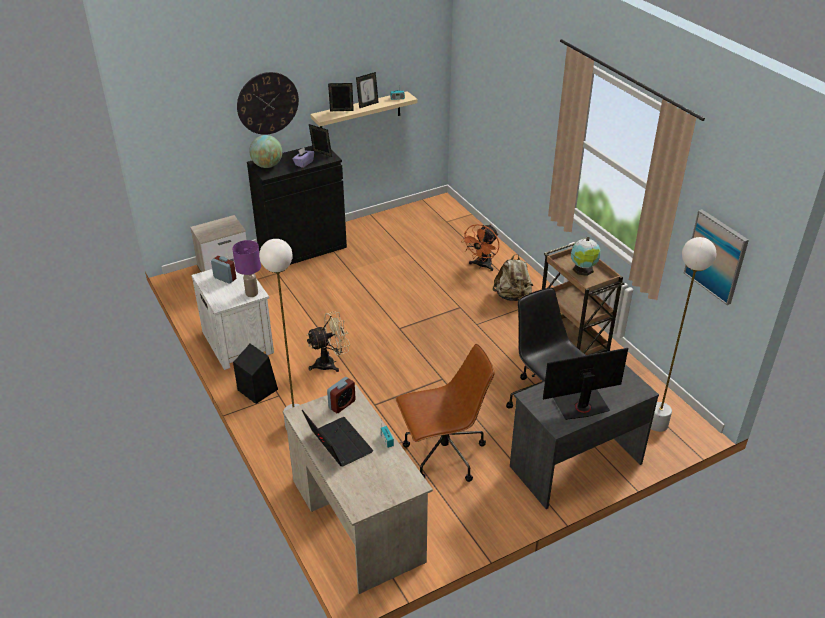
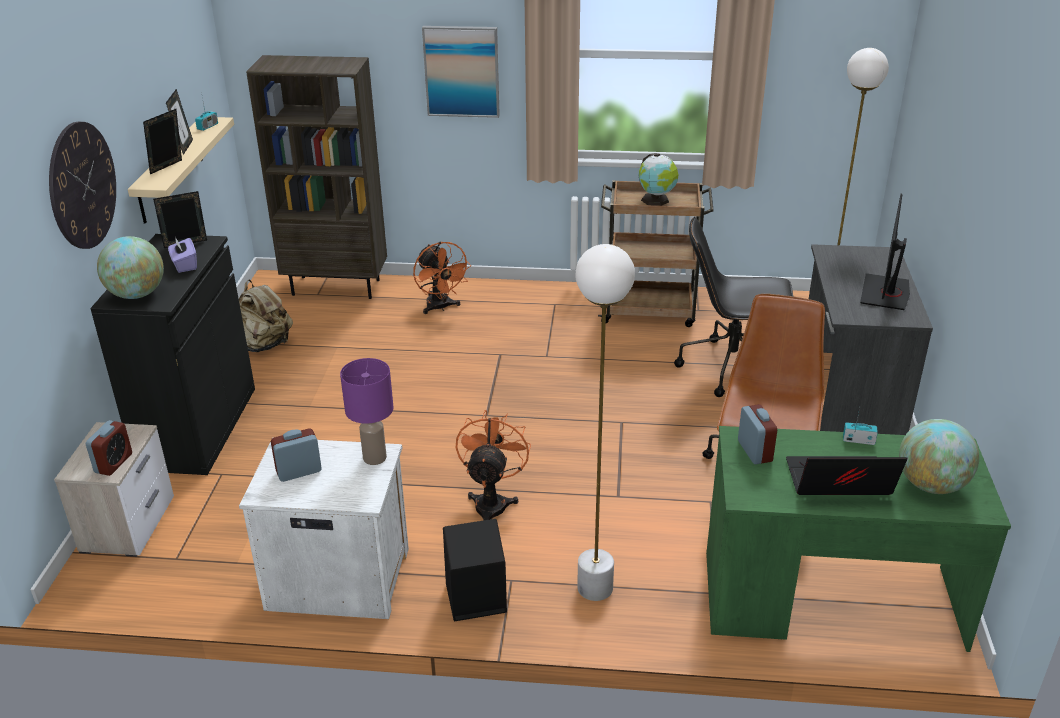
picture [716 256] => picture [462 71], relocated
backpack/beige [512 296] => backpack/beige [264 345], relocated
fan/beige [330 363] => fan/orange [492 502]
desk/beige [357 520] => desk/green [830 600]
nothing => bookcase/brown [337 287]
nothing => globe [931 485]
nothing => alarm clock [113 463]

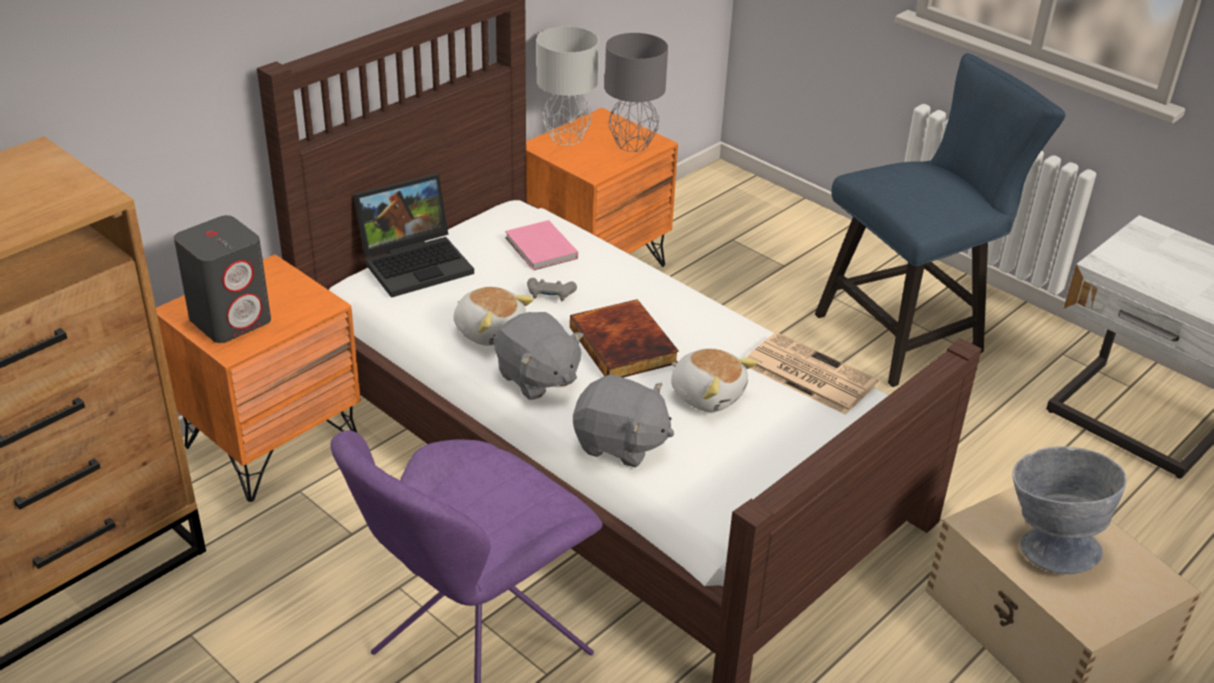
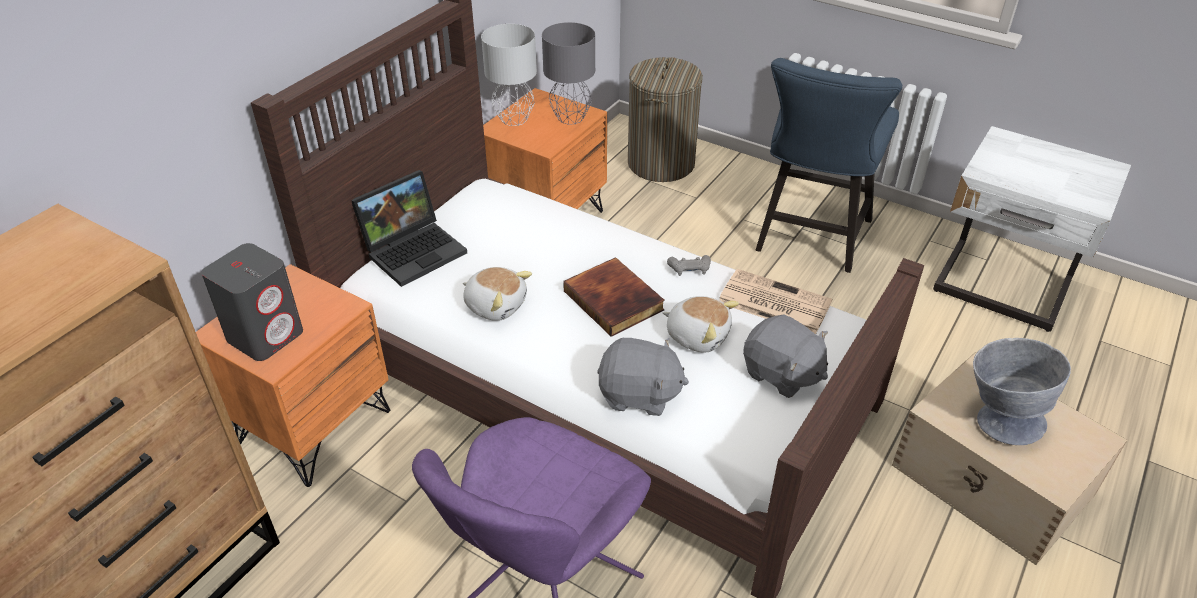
chair/blue [909 332] => chair/blue [809 240], 150 degrees clockwise
book/pink [541 249] => nothing
game controller/grey [550 295] => game controller/grey [689 269], relocated
plush toy/grey [537 378] => plush toy/grey [782 374], relocated
nothing => laundry basket [661 163]

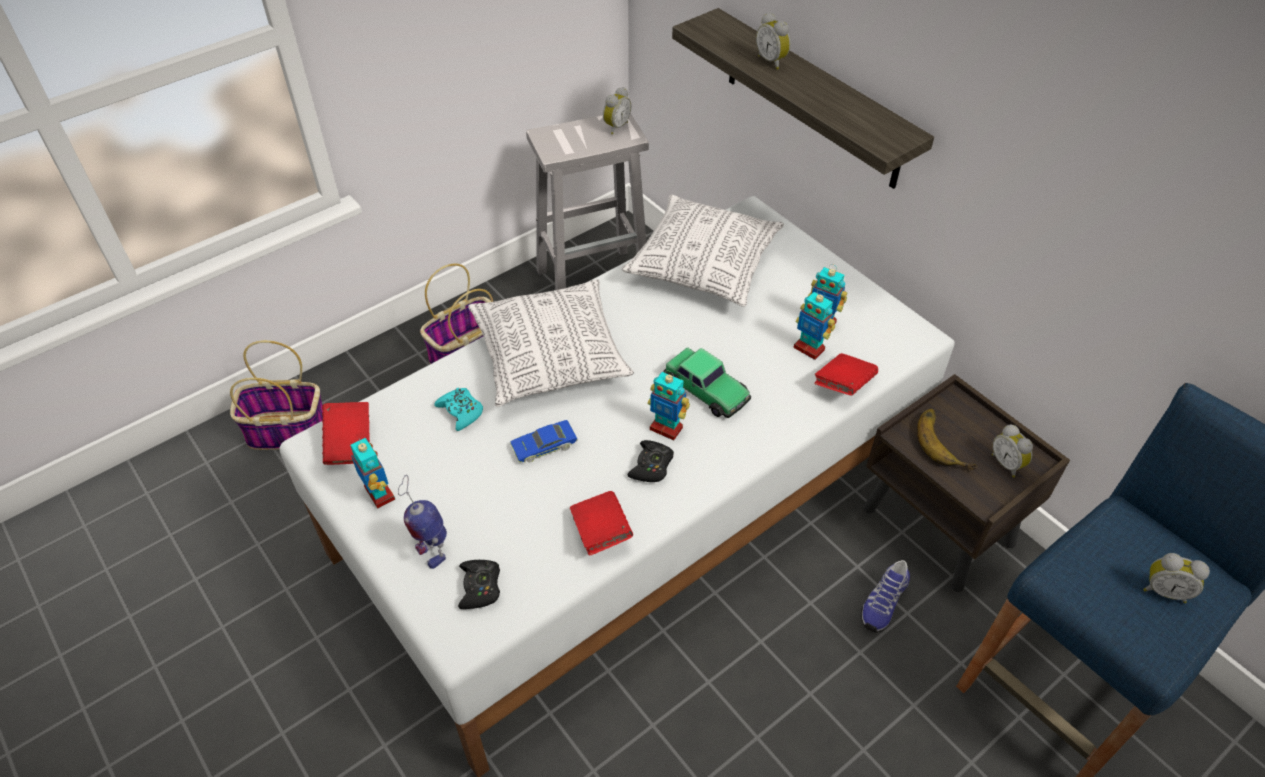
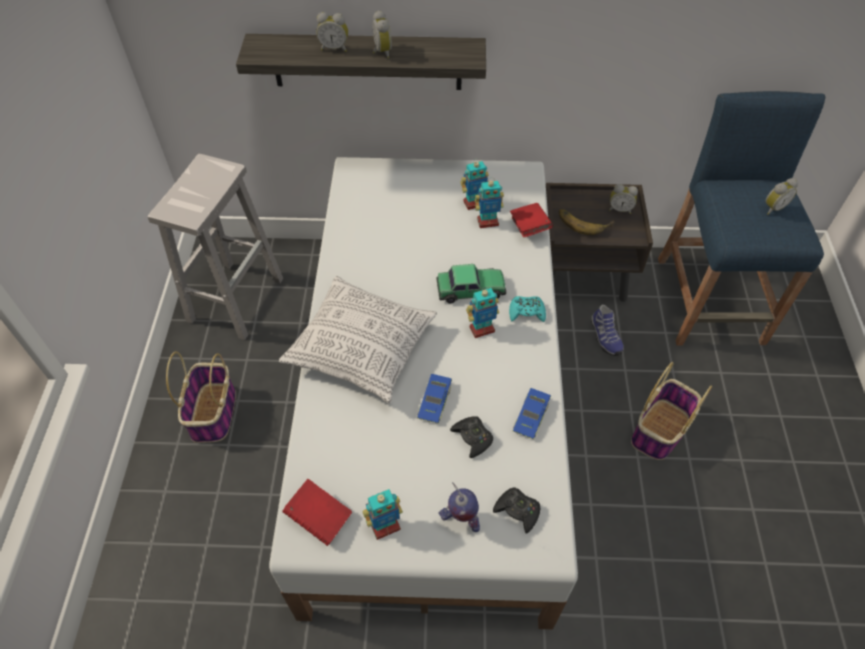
alarm clock [615 126] => alarm clock [381 52], relocated
pillow [704 265] => nothing
basket [286 432] => basket [659 431], relocated
game controller/turquoise [461 412] => game controller/turquoise [526 312], relocated
toy robot [379 494] => toy robot [385 526], 150 degrees clockwise
game controller/black [651 466] => game controller/black [472 438], relocated
book/red [601 532] => toy car/blue [531 416]

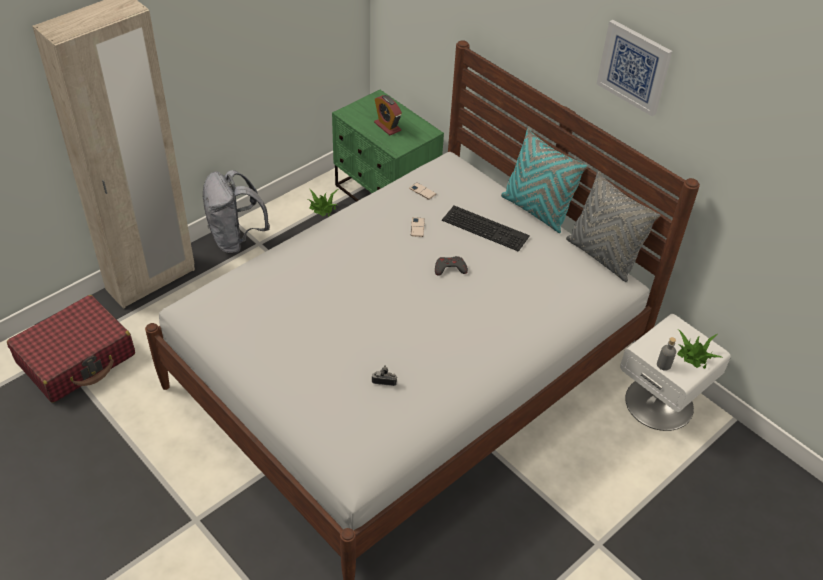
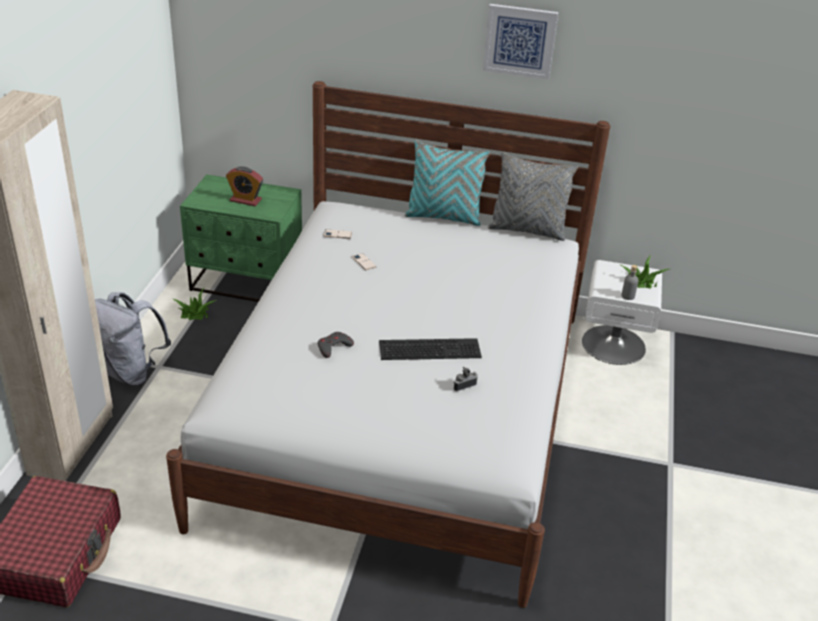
keyboard [486 227] => keyboard [430 348], relocated
game controller/grey [450 268] => game controller/grey [333 347], relocated

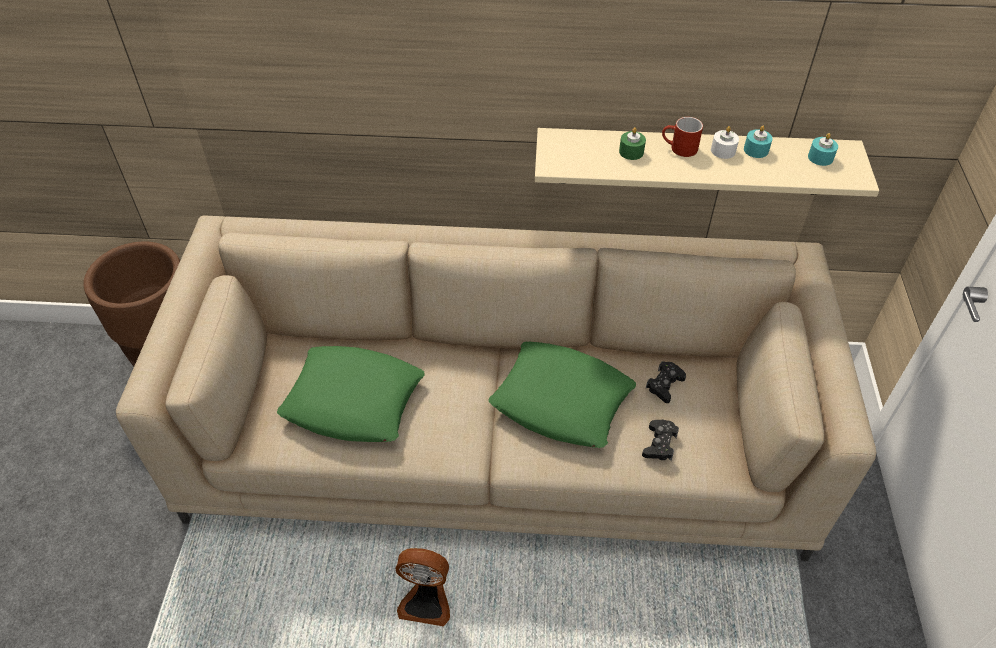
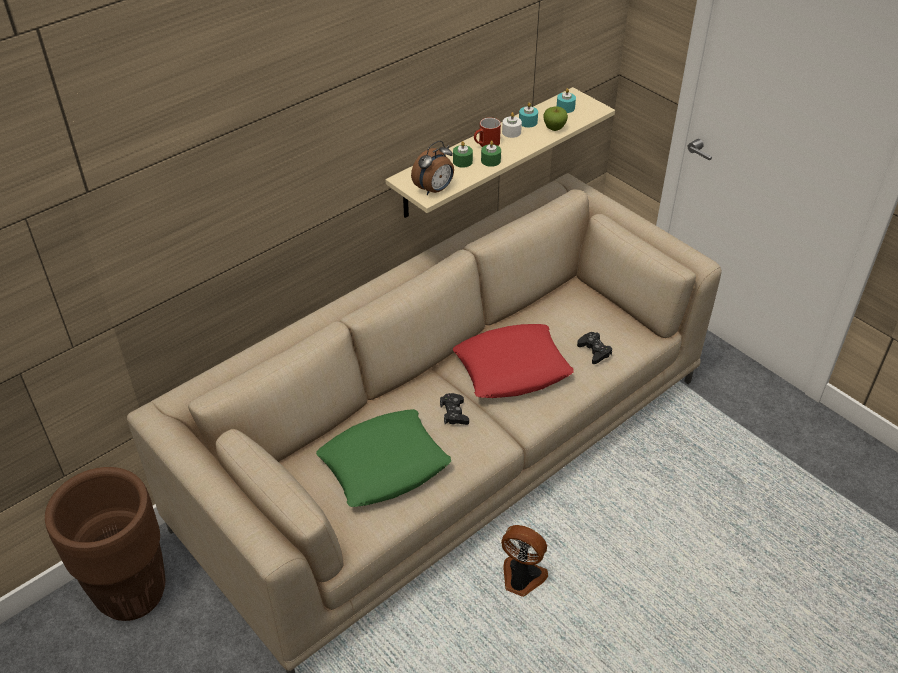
pillow/green [562 401] => pillow/red [512 368]
game controller/black [664 385] => game controller/black [454 413], relocated
fan [426 601] => fan [521 578], 120 degrees counterclockwise
nothing => apple [554 128]
nothing => candle/green [490 160]
nothing => alarm clock [434 190]

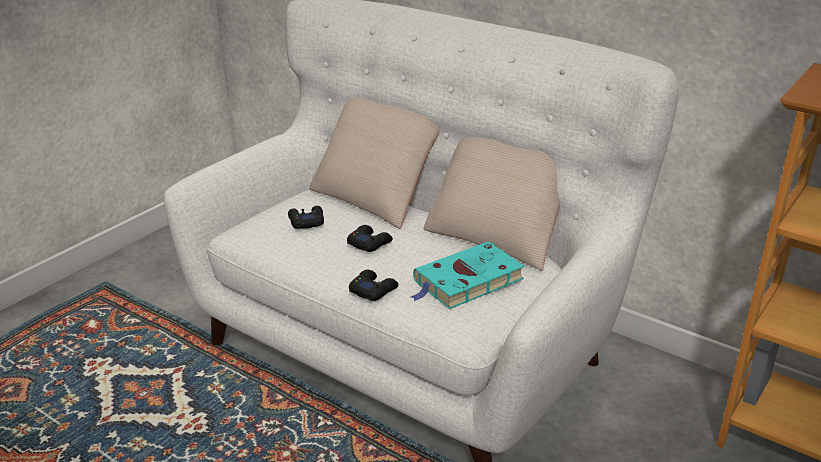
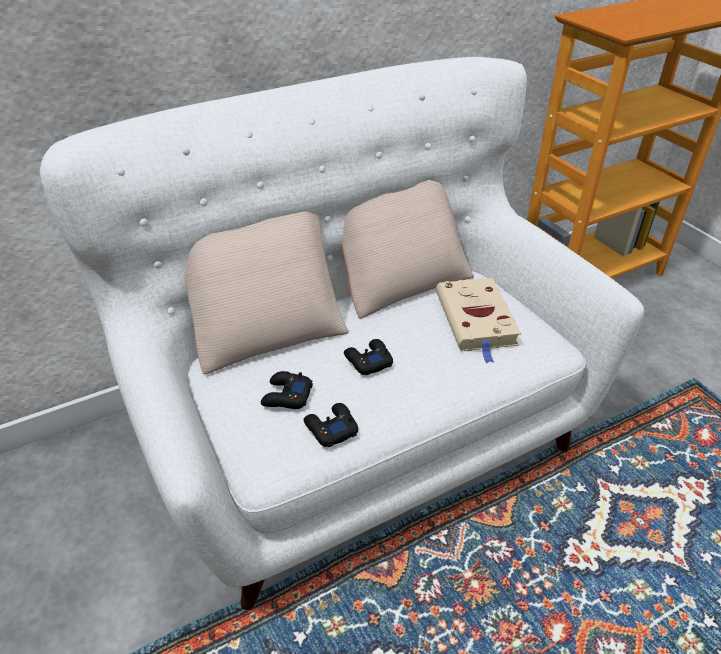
book/turquoise [466 281] => book/beige [477 321]
game controller/black [373 290] => game controller/black [330 428], relocated

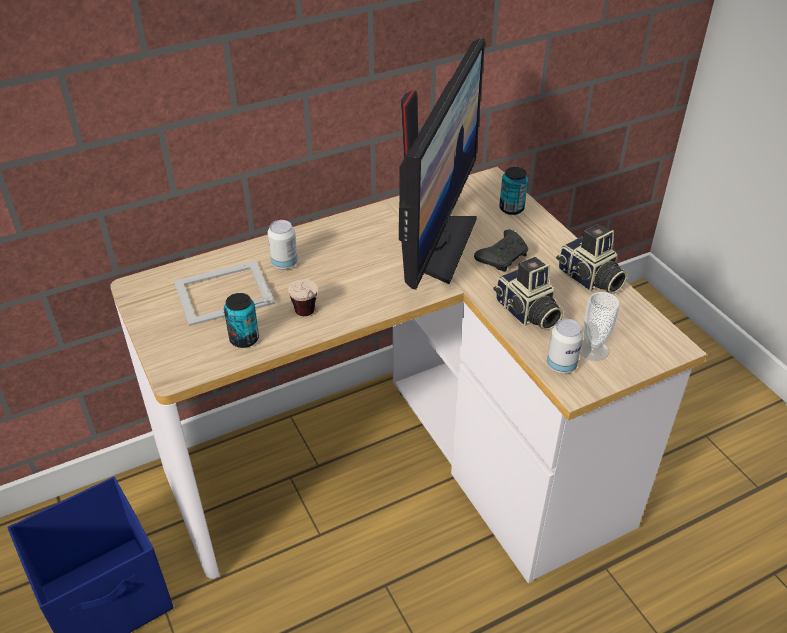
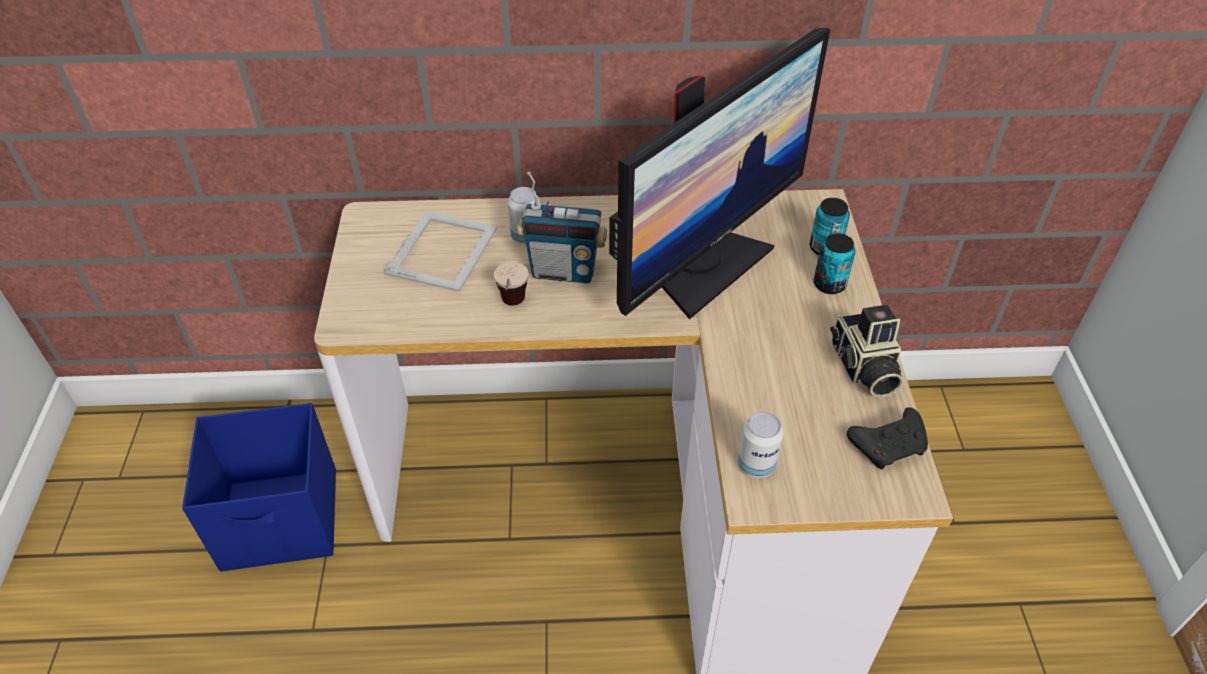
game controller/black [503 257] => game controller/black [889 445], relocated
photo camera [526 313] => nothing
picture frame [222 292] => picture frame [443 250], 105 degrees clockwise
cup [593 349] => nothing
can [244 339] => can [829 284], relocated
nothing => radio [564 271]

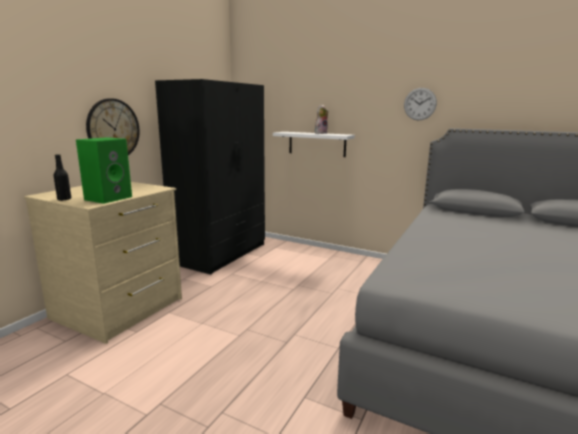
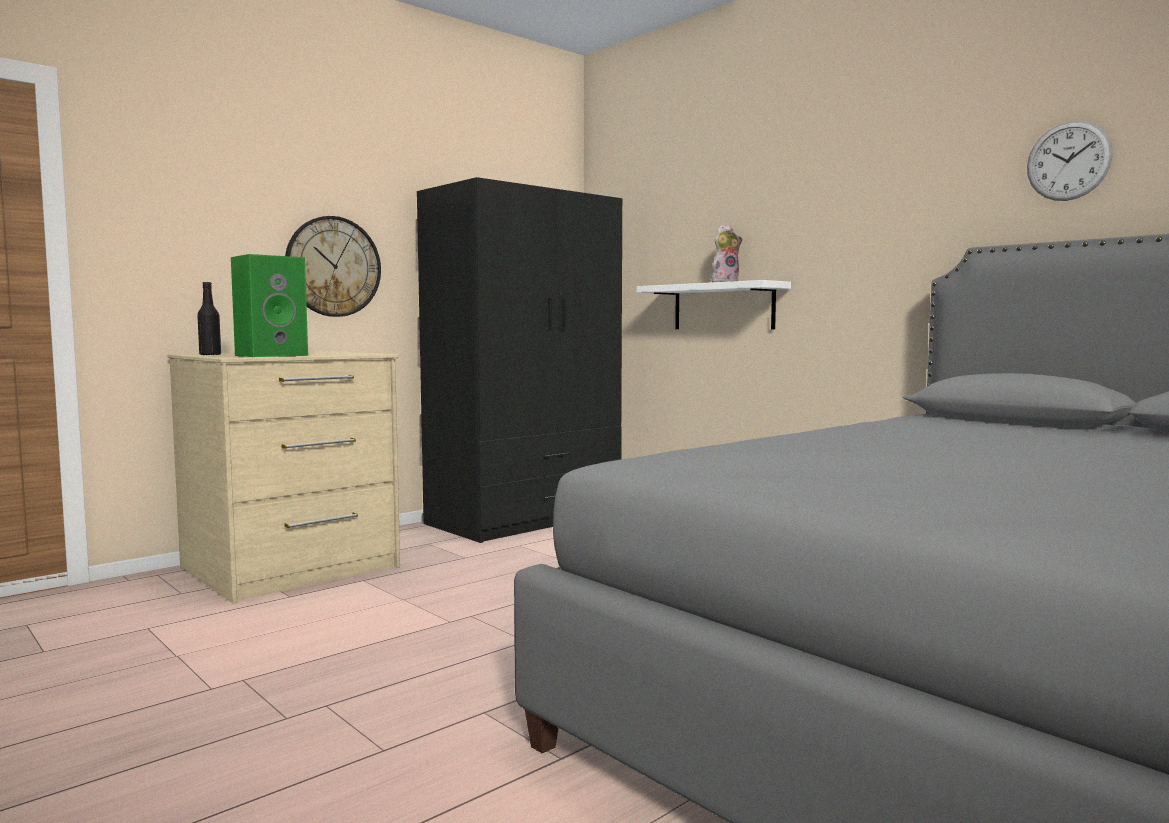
wall clock [420 104] => wall clock [1068 161], relocated

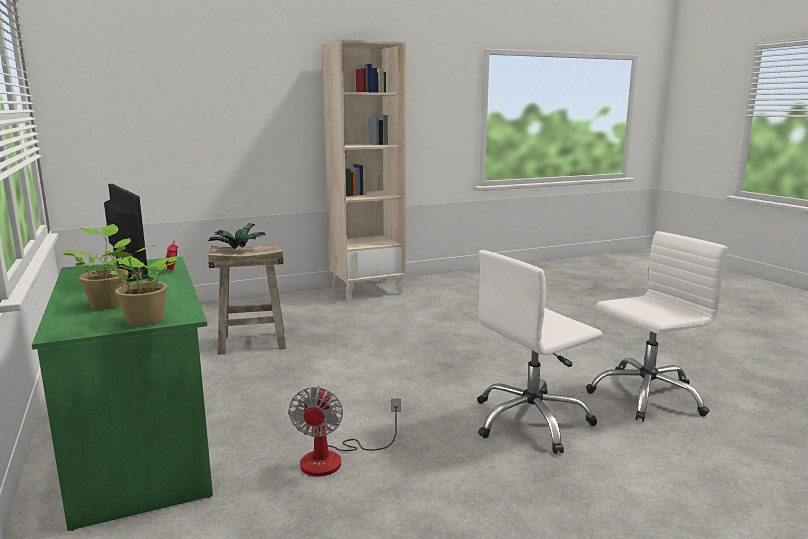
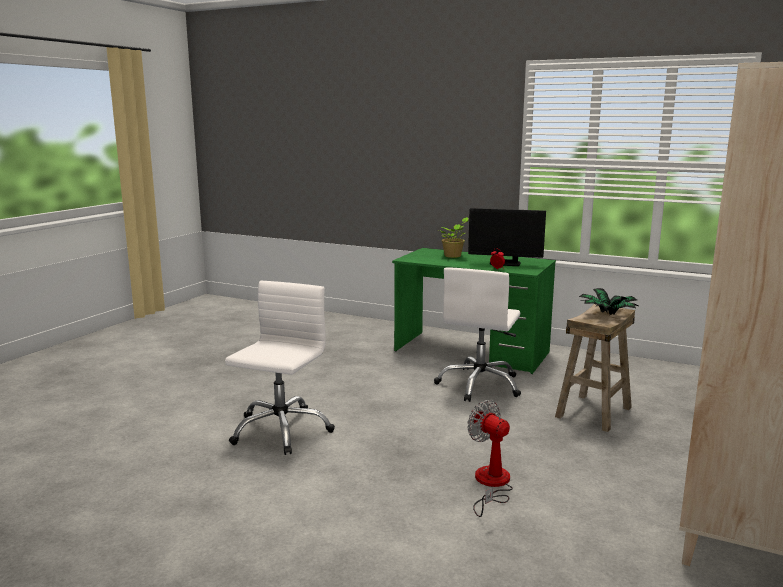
office chair/white [646 395] => office chair/white [480 385], relocated
potted plant [144 321] => nothing
fan [335 459] => fan [491 484], relocated

